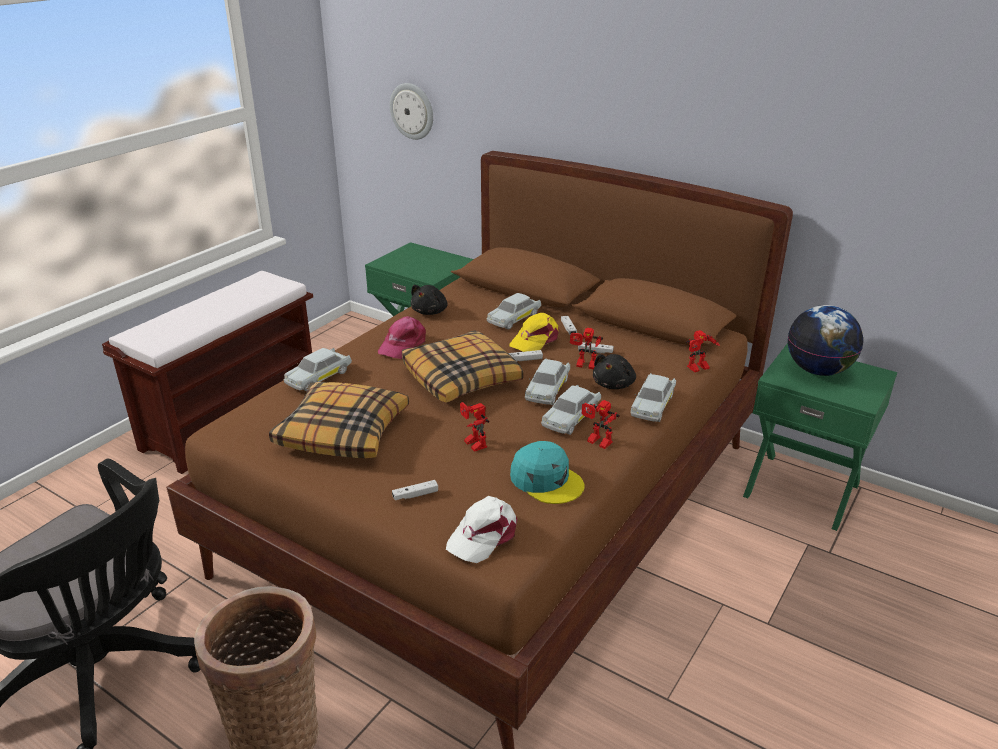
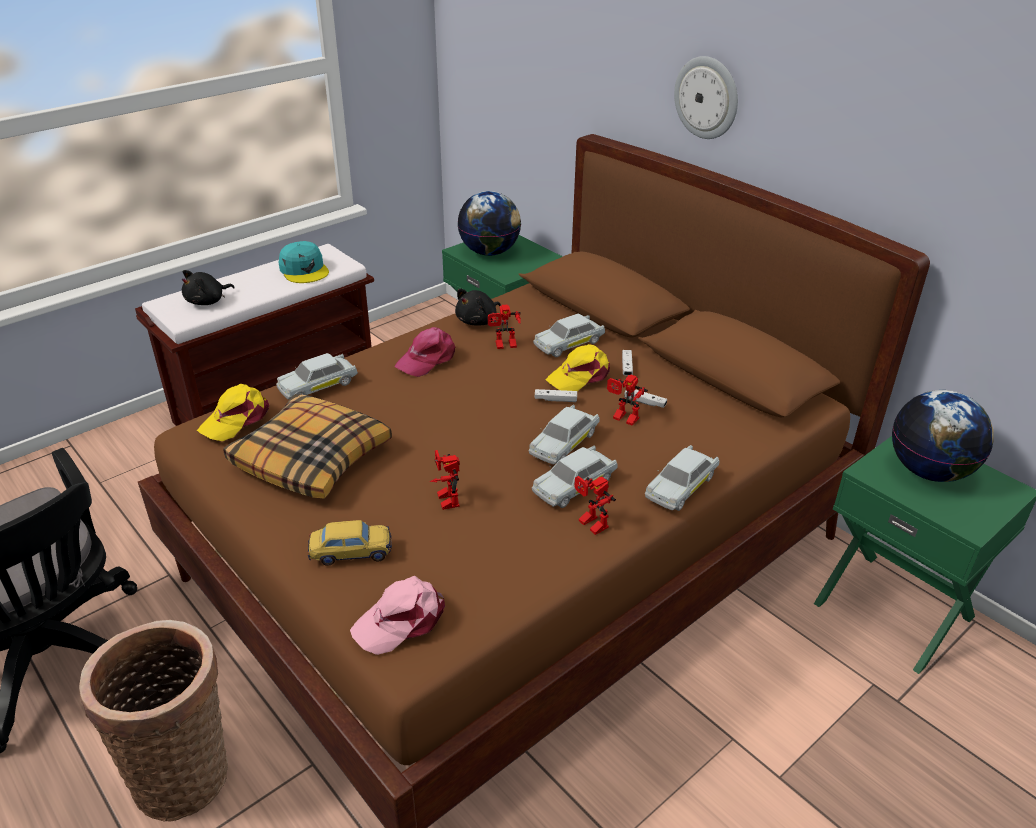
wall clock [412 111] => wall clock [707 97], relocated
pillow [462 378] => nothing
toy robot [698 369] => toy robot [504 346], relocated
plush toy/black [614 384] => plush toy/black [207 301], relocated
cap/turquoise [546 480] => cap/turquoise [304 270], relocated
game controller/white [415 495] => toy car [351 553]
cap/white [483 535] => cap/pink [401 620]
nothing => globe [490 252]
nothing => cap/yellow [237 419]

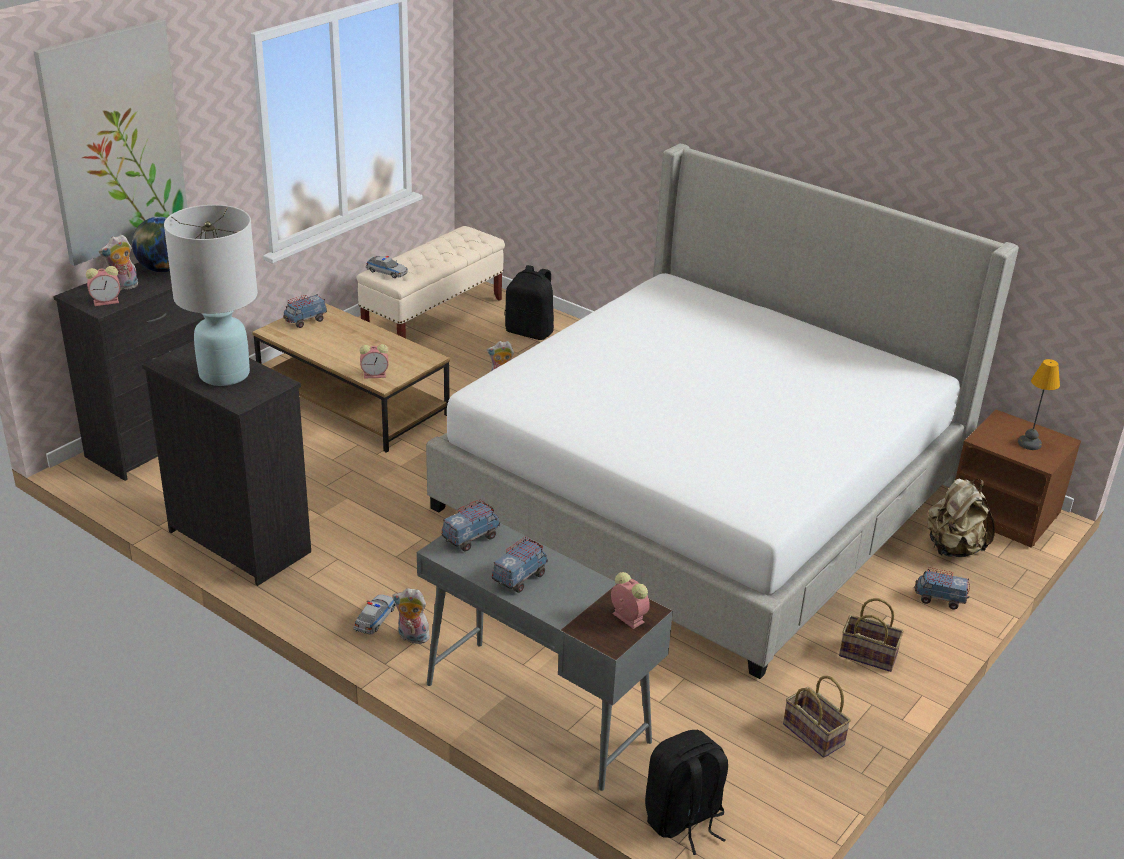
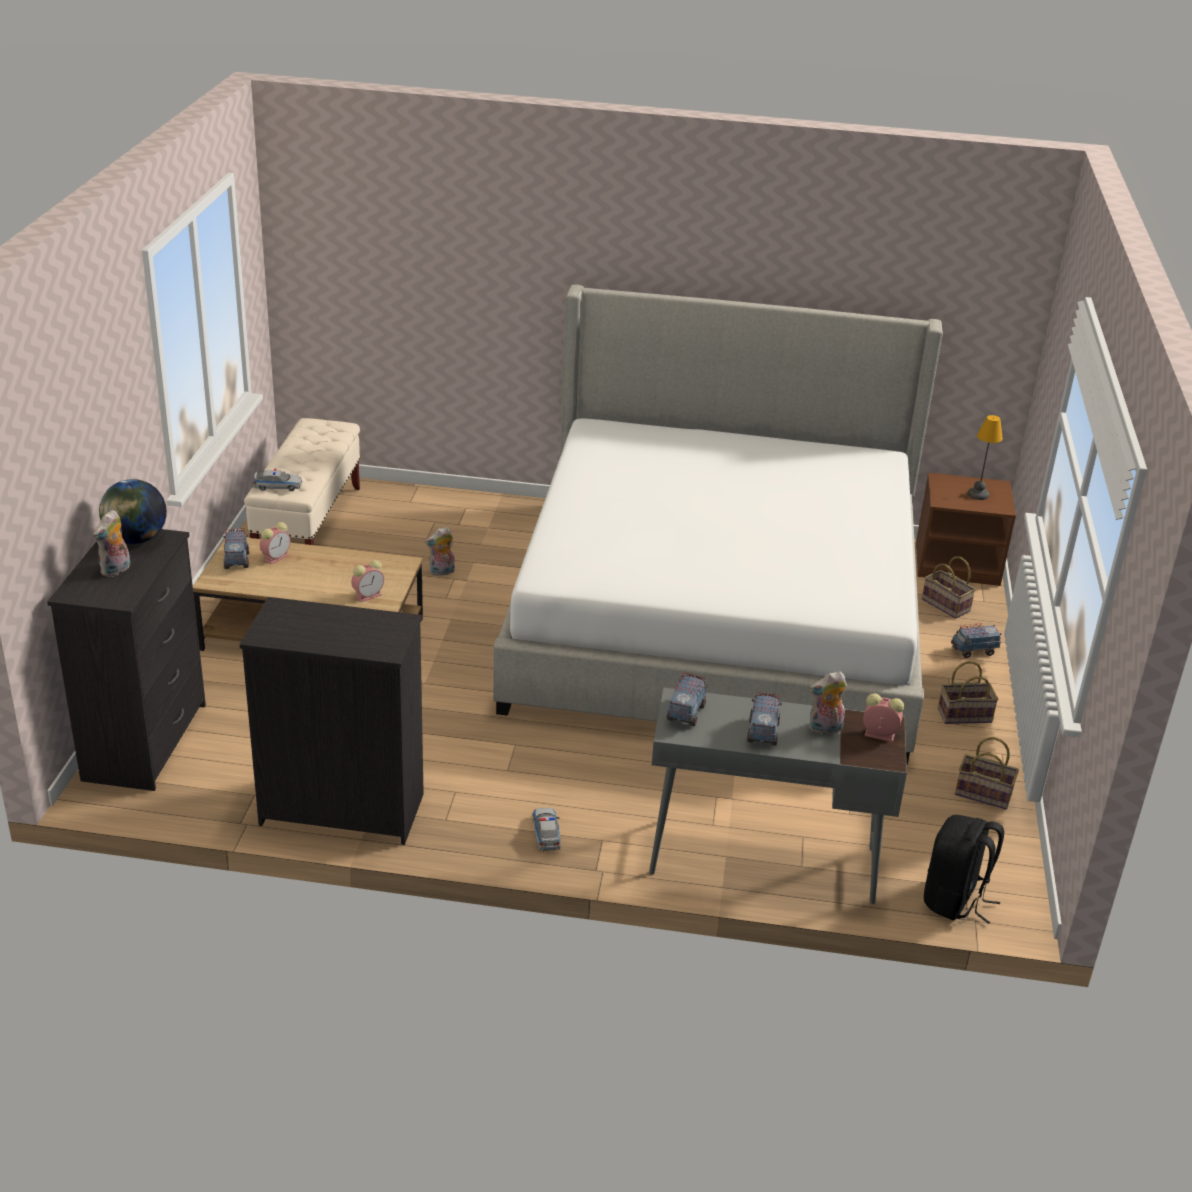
picture [115 142] => nothing
table lamp/white [225 374] => nothing
backpack/black [530 332] => nothing
alarm clock [107 301] => alarm clock [276 557], relocated
toy truck [305 321] => toy truck [236 561], 150 degrees clockwise
backpack/beige [953 548] => basket [947 605]
plush toy [412 637] => plush toy [825 729], relocated

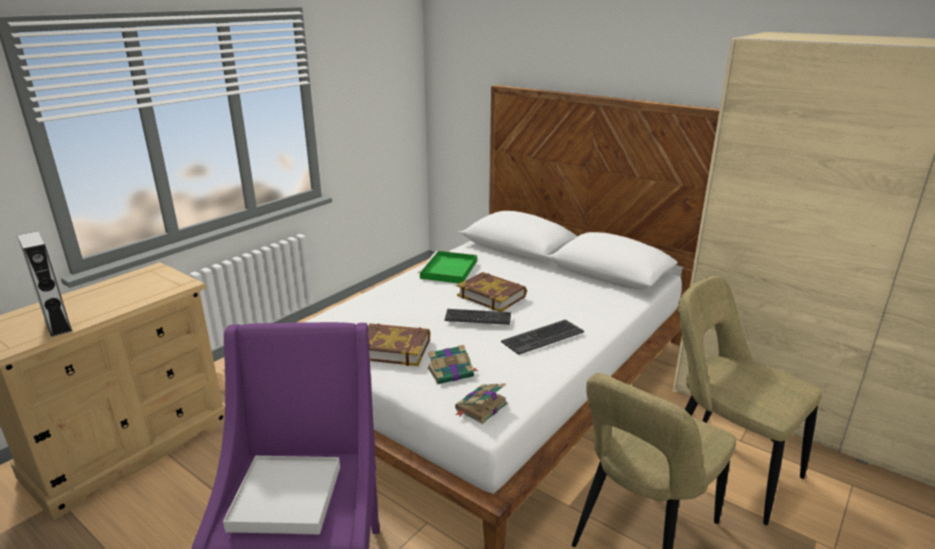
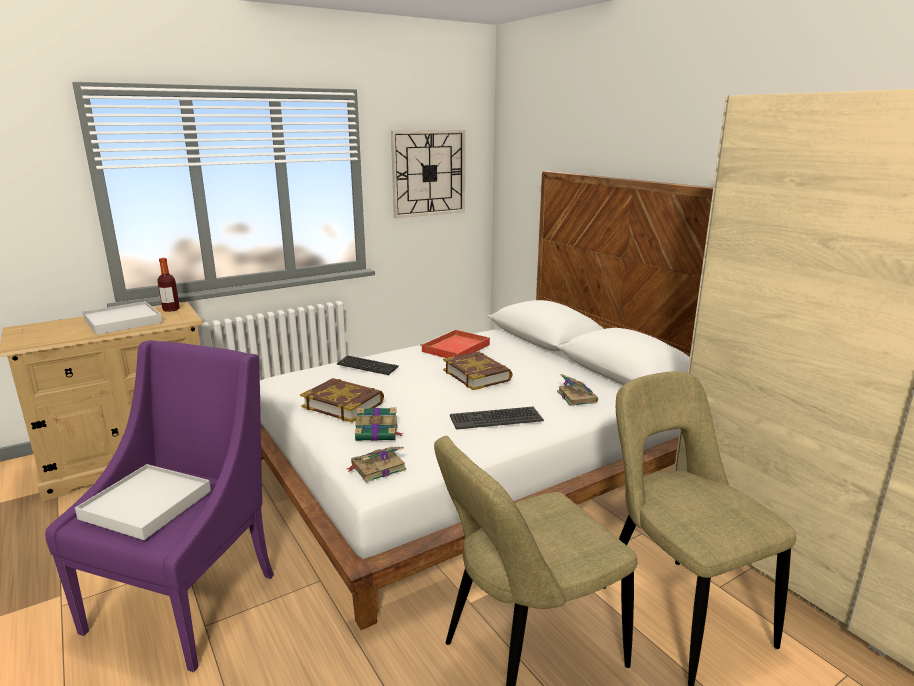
speaker/grey [58 325] => nothing
tray/green [448 270] => tray/red [455 348]
keyboard [478 318] => keyboard [367 366], relocated
nothing => wall clock [429 173]
nothing => bottle [171 309]
nothing => tray/white [122 321]
nothing => book [576 396]

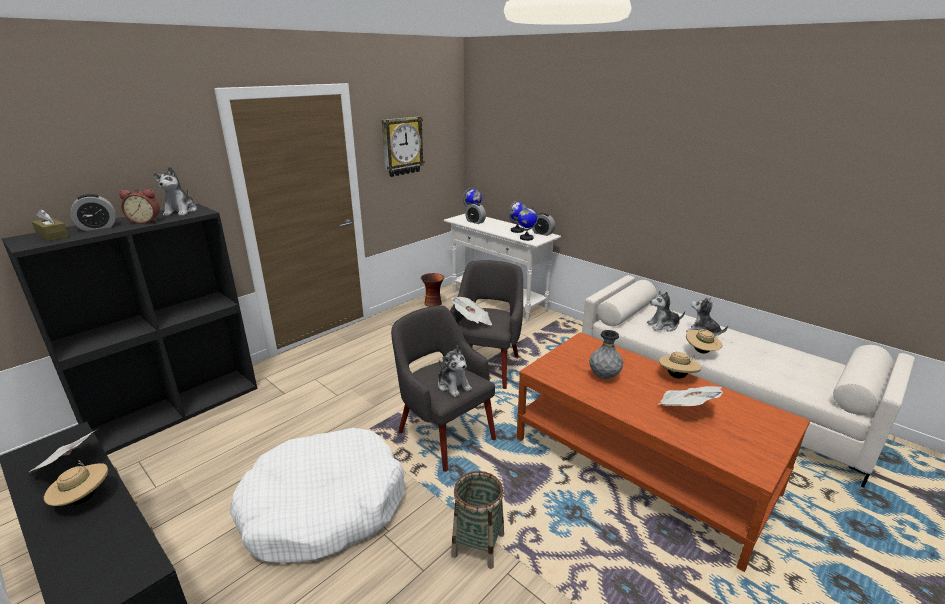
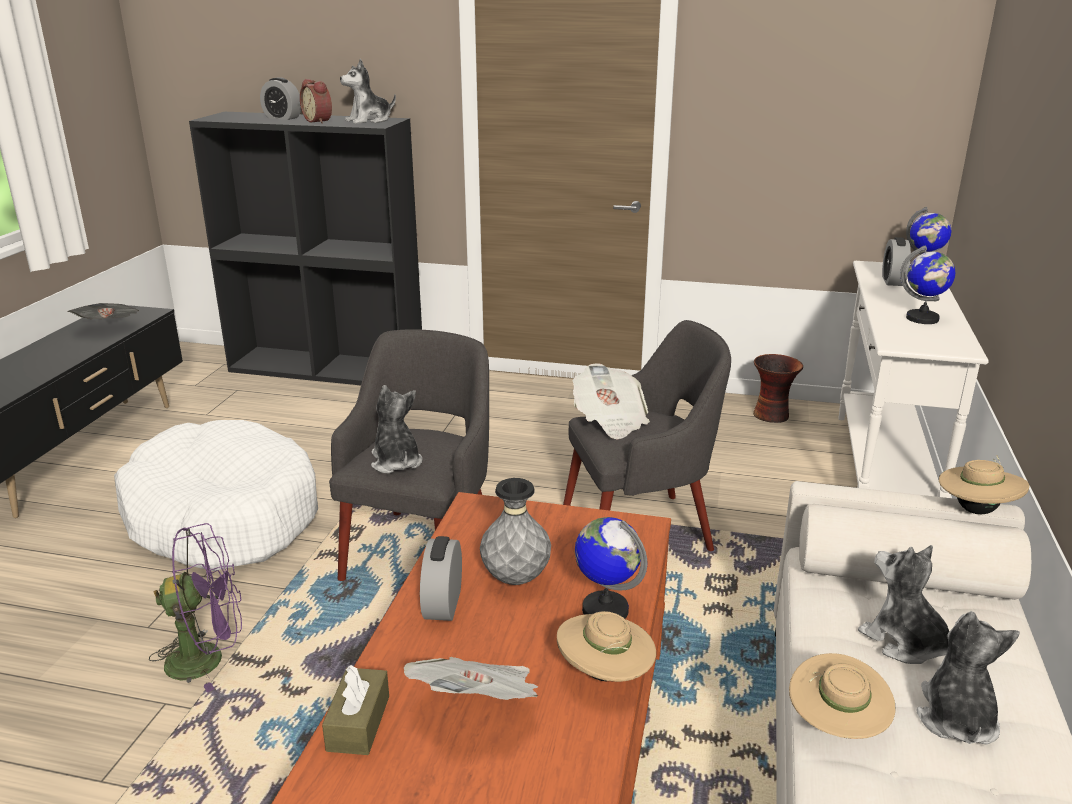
wall clock [402 146] => nothing
globe [526 238] => globe [605 610], relocated
tissue box/brown [52 236] => tissue box/brown [358 723], relocated
alarm clock [542 233] => alarm clock [443 604], relocated
plush toy [453 385] => plush toy [396 462], 135 degrees clockwise
hat/beige [83 499] => hat/beige [976 510], relocated
basket [478 545] => fan/purple [208 658]

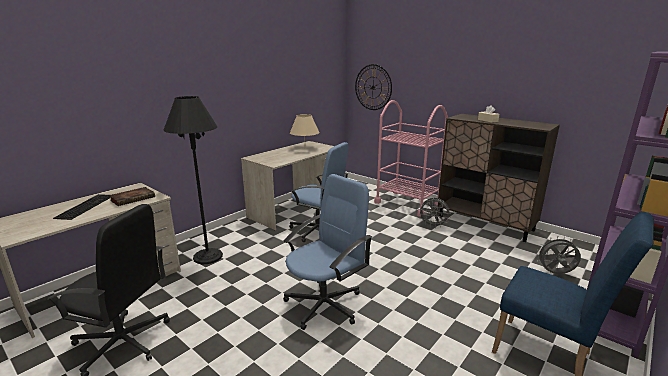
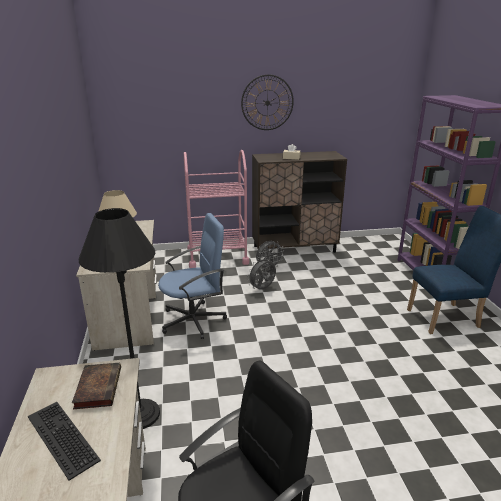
wall clock [373 87] => wall clock [267 103], relocated
office chair/blue [325 304] => nothing
fan/grey [555 274] => fan/grey [262 289], relocated

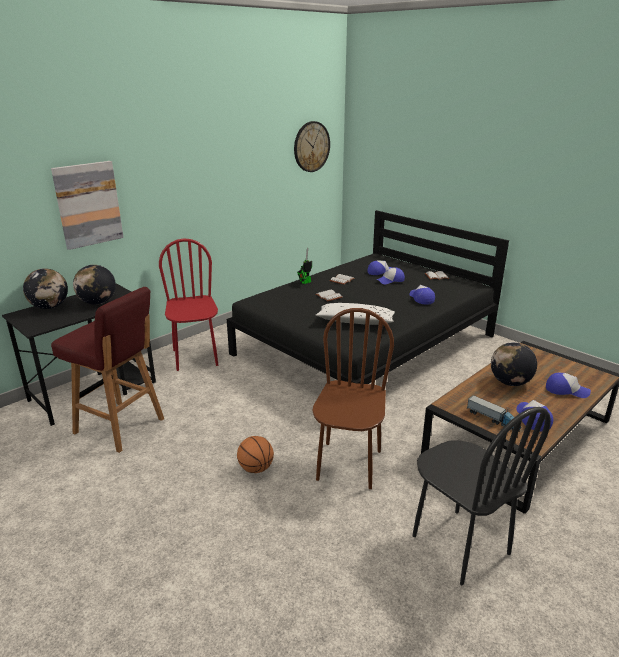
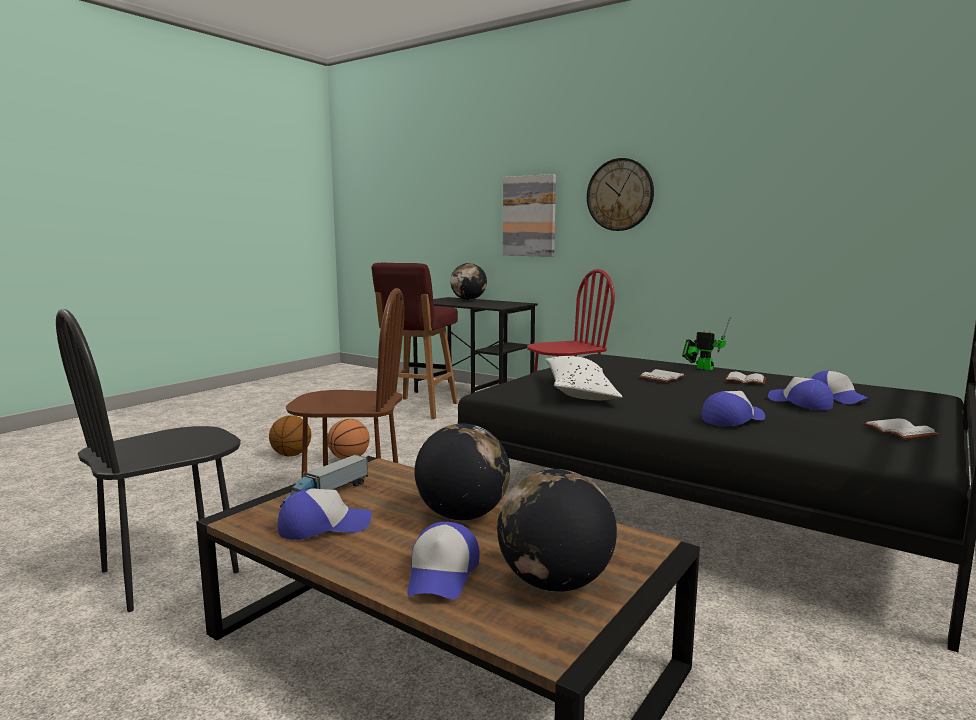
wall clock [311 146] => wall clock [620 195], relocated
globe [97 302] => globe [554 582], relocated
nothing => basketball [291 455]

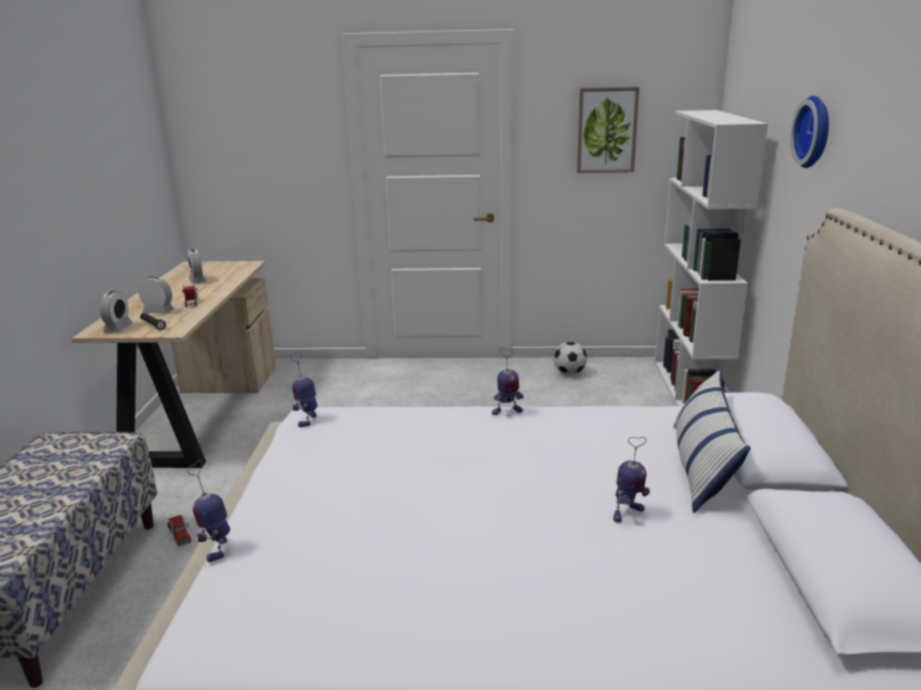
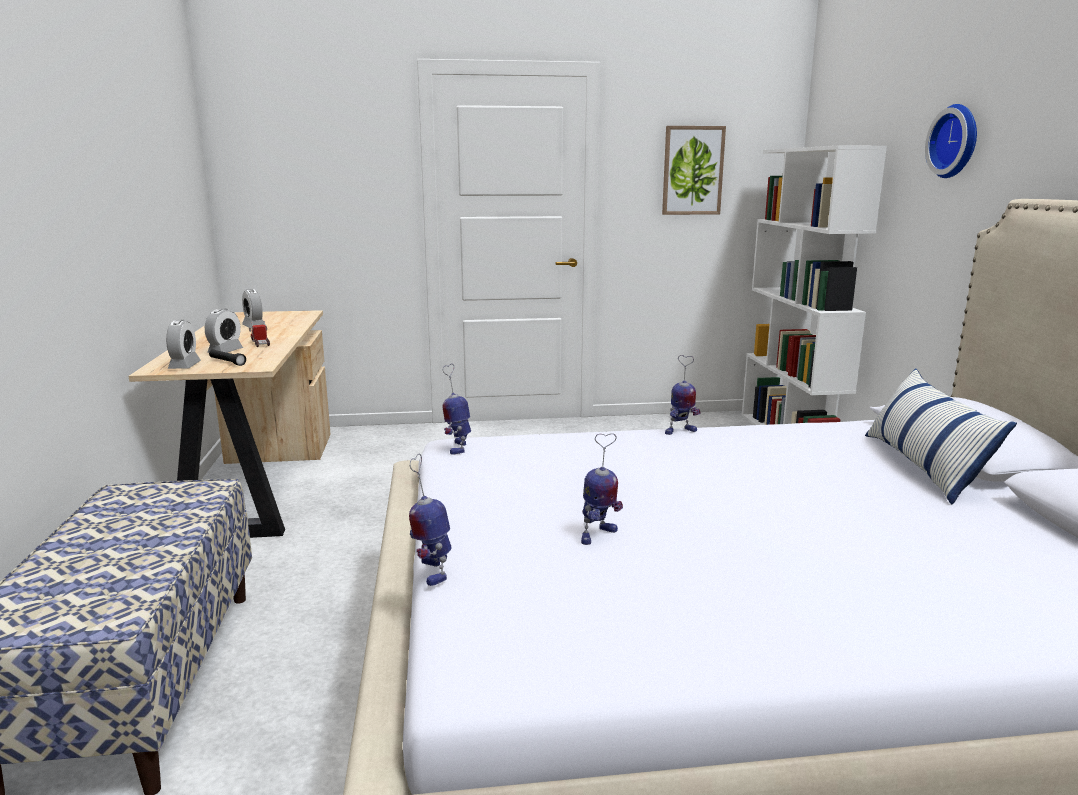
alarm clock [158 311] => alarm clock [225 351], 105 degrees clockwise
football [569 373] => nothing
toy robot [627 514] => toy robot [597 536], relocated
toy truck [179 535] => nothing

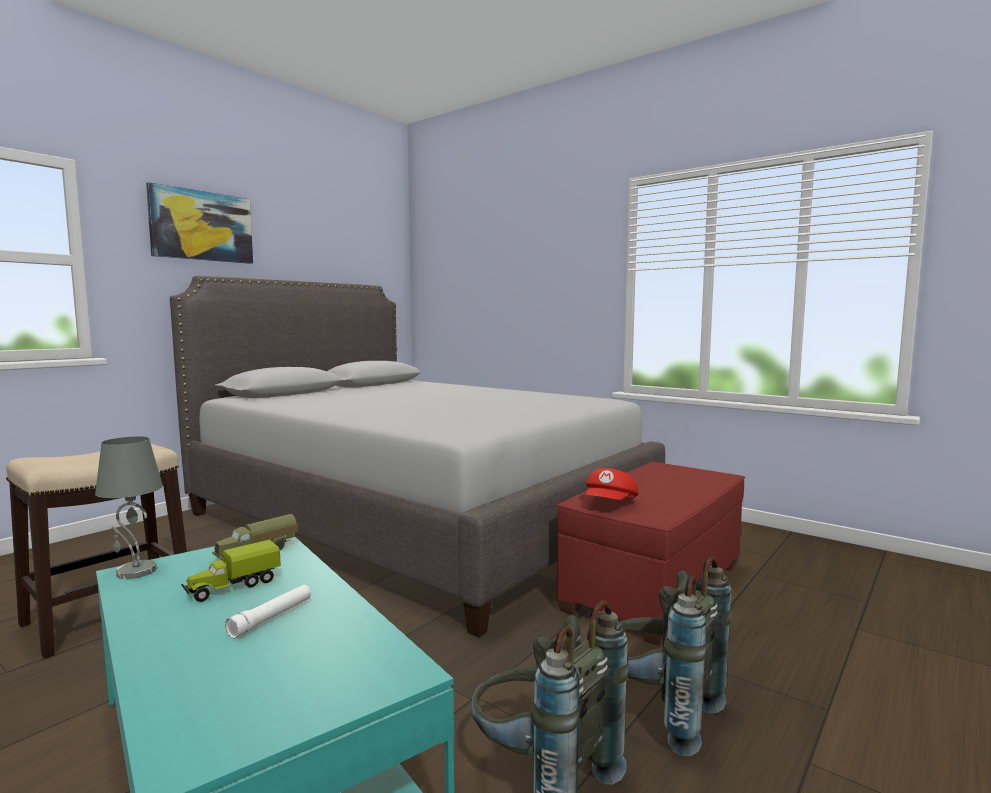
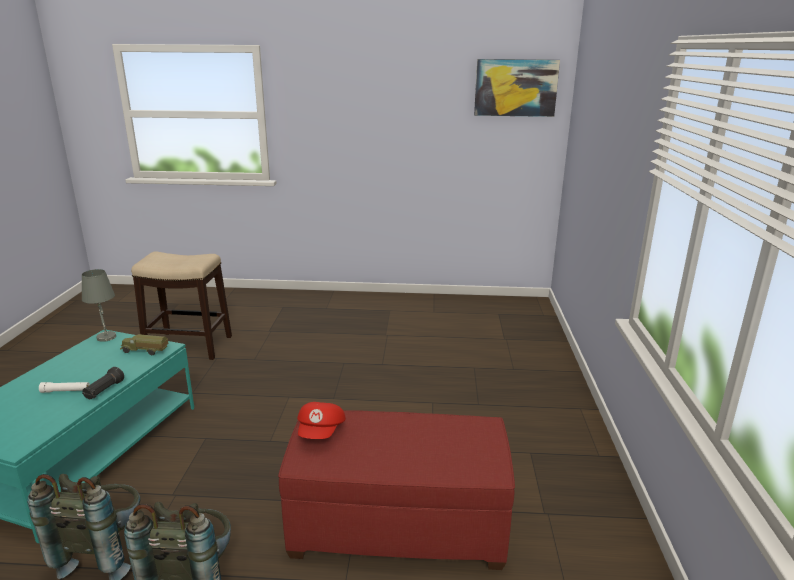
picture [202 226] => picture [515 88], relocated
bed/grey [418 517] => nothing
cap/red [610 504] => cap/red [321 432], 75 degrees counterclockwise
toy truck [232 587] => nothing
nothing => flashlight/black [104 391]

